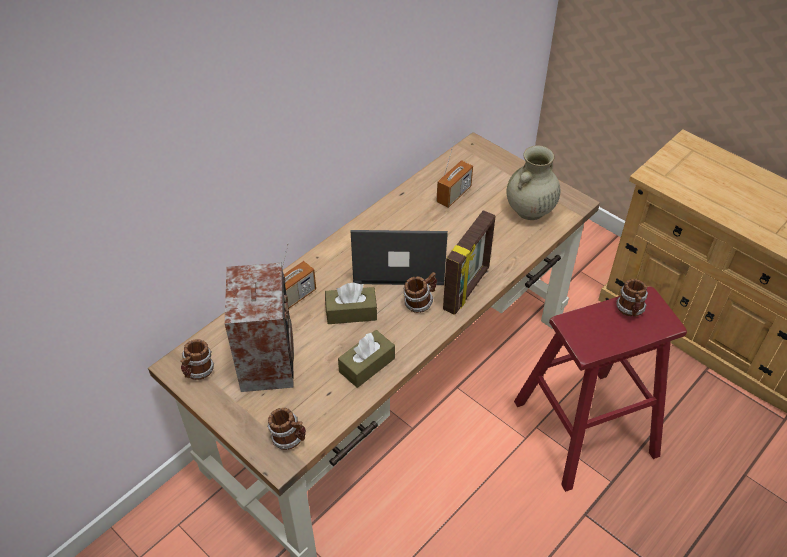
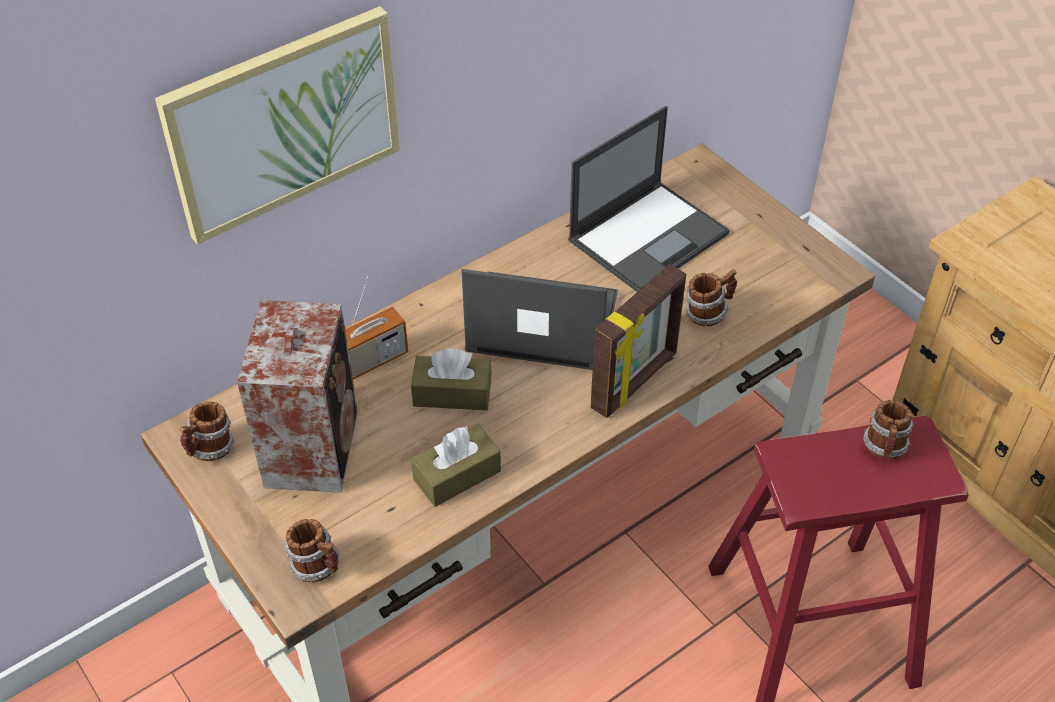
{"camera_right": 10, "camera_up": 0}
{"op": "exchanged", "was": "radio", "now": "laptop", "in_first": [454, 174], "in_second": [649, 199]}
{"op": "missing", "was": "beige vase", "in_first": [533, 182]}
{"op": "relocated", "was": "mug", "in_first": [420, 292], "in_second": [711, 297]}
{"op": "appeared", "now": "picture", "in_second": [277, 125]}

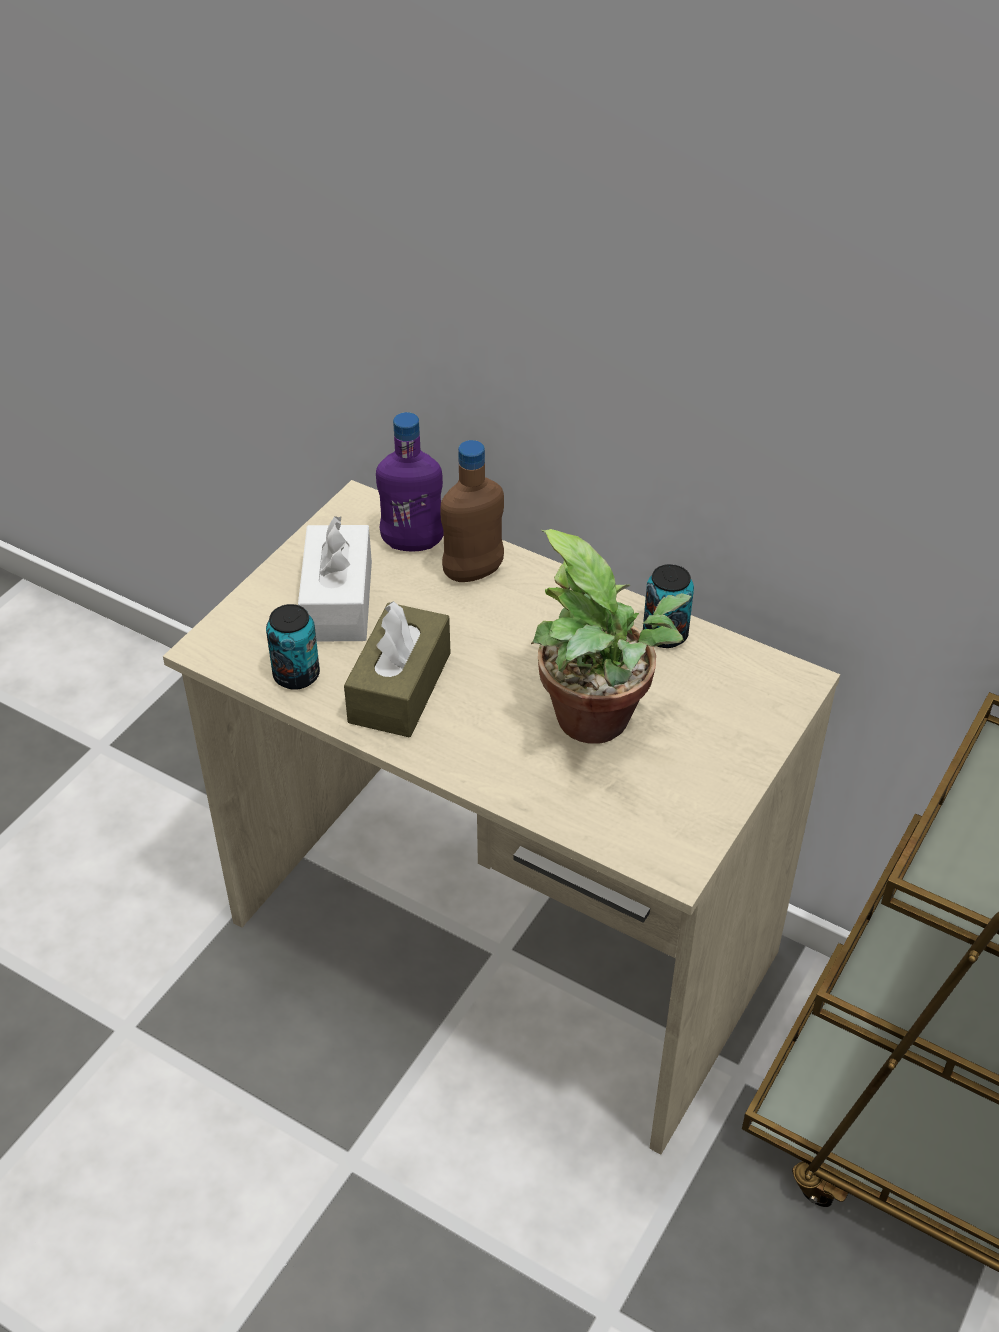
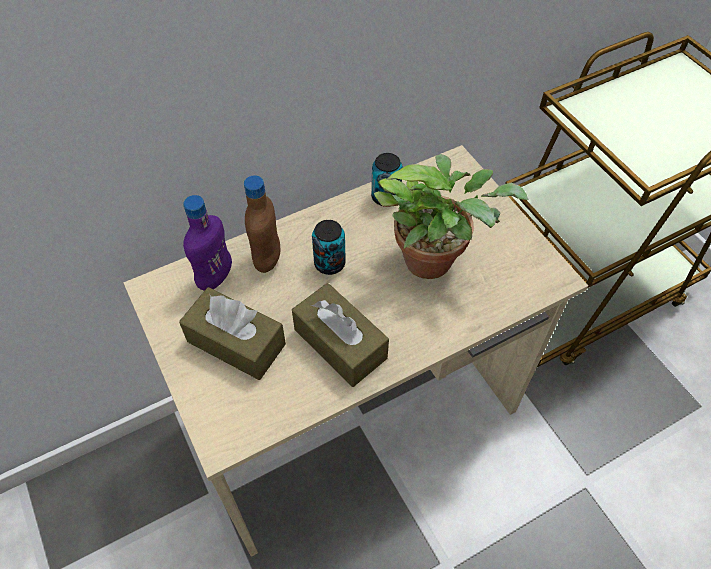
{"camera_right": -60, "camera_up": 10}
{"op": "colour", "was": "white tissue box", "now": "brown tissue box", "in_first": [335, 579], "in_second": [232, 333]}
{"op": "relocated", "was": "can", "in_first": [293, 647], "in_second": [329, 247]}

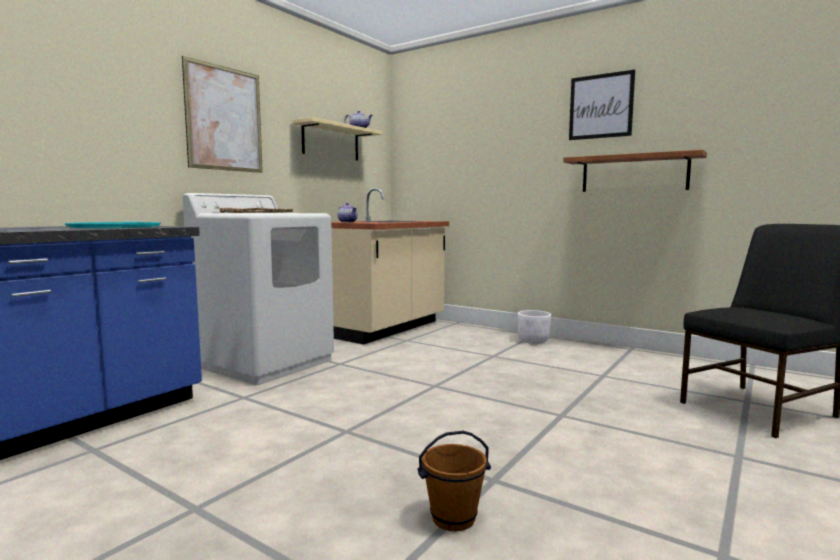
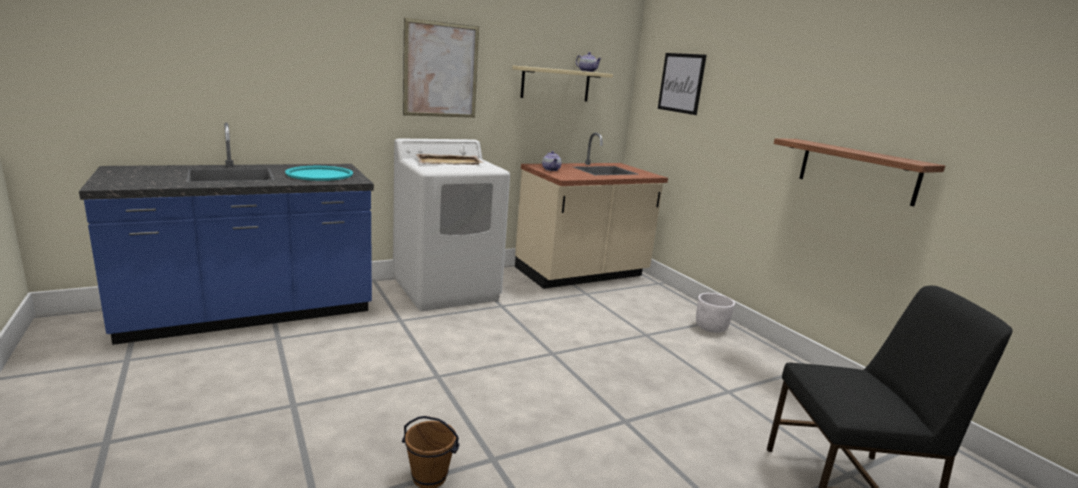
{"camera_right": 25, "camera_up": 10}
{"op": "relocated", "was": "picture", "in_first": [602, 105], "in_second": [682, 84]}

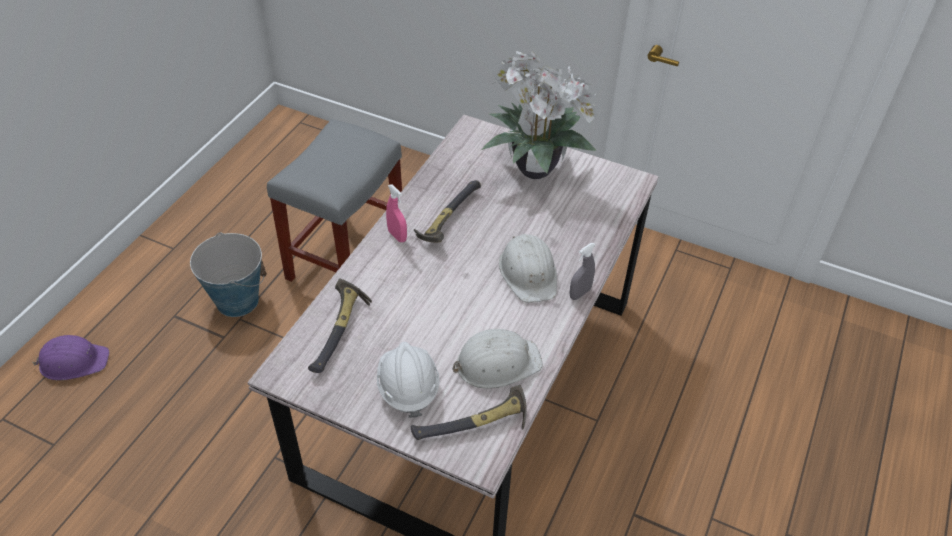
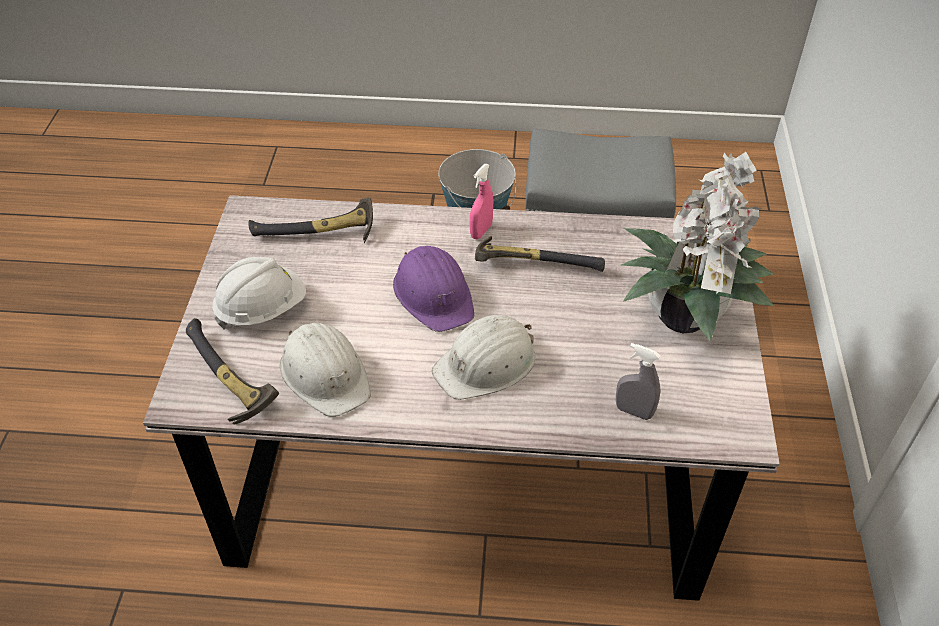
{"camera_right": 70, "camera_up": 0}
{"op": "relocated", "was": "grey spray bottle", "in_first": [583, 271], "in_second": [638, 381]}
{"op": "relocated", "was": "purple hard hat", "in_first": [71, 357], "in_second": [433, 289]}

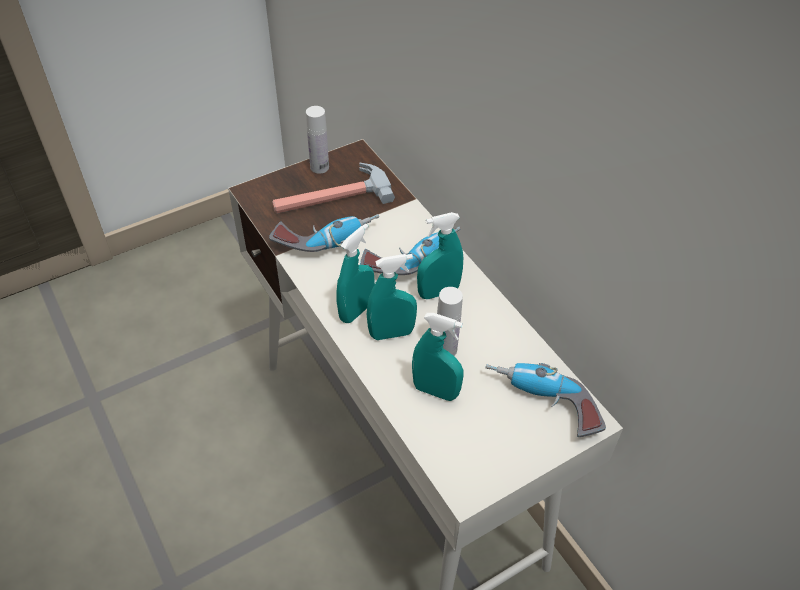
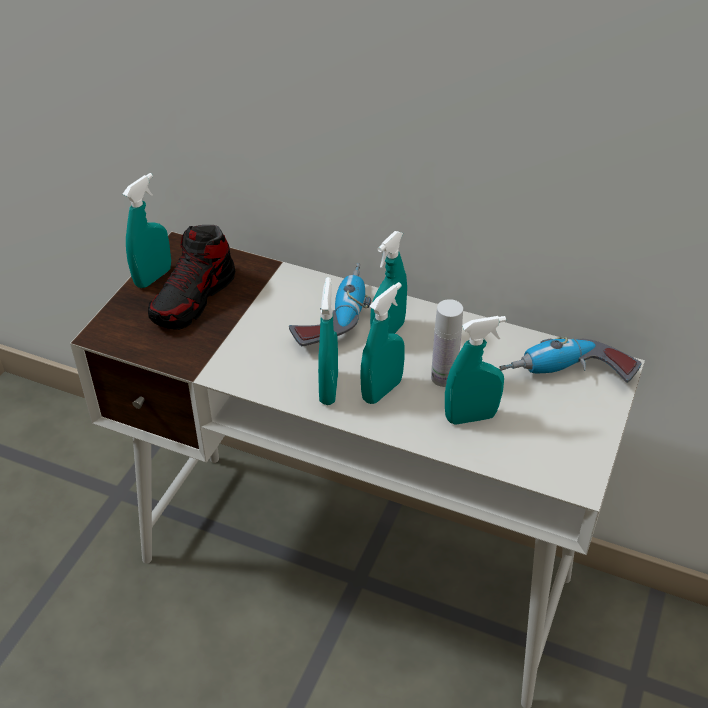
{"camera_right": -35, "camera_up": -5}
{"op": "exchanged", "was": "white bottle", "now": "turquoise spray bottle", "in_first": [317, 140], "in_second": [147, 230]}
{"op": "exchanged", "was": "hammer", "now": "shoe", "in_first": [333, 188], "in_second": [191, 277]}
{"op": "missing", "was": "power drill", "in_first": [324, 233]}

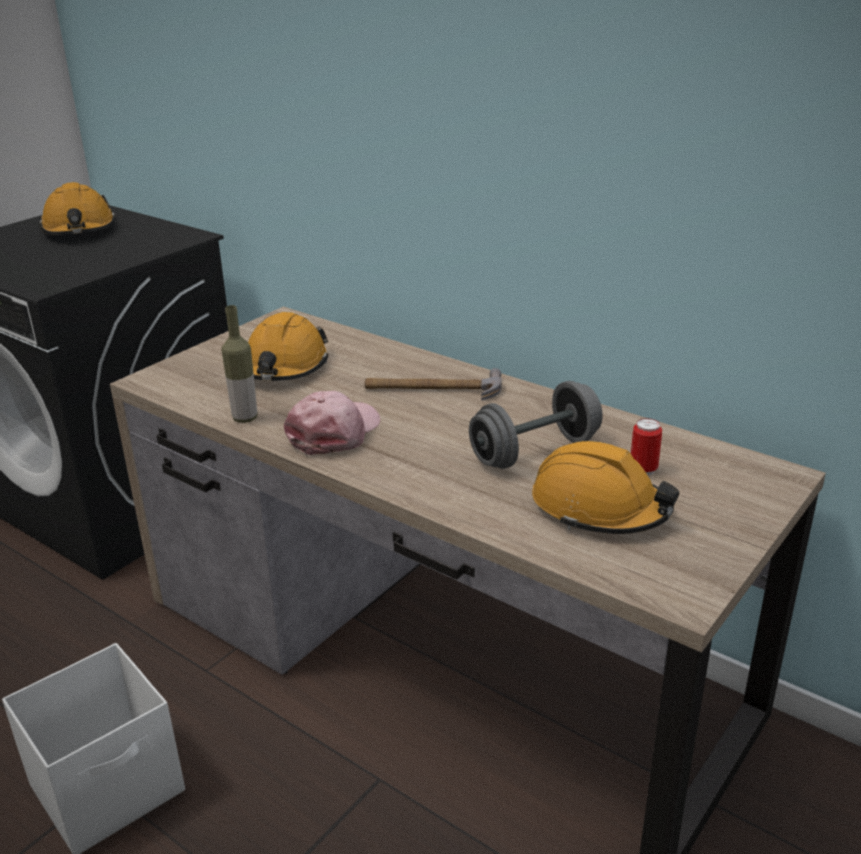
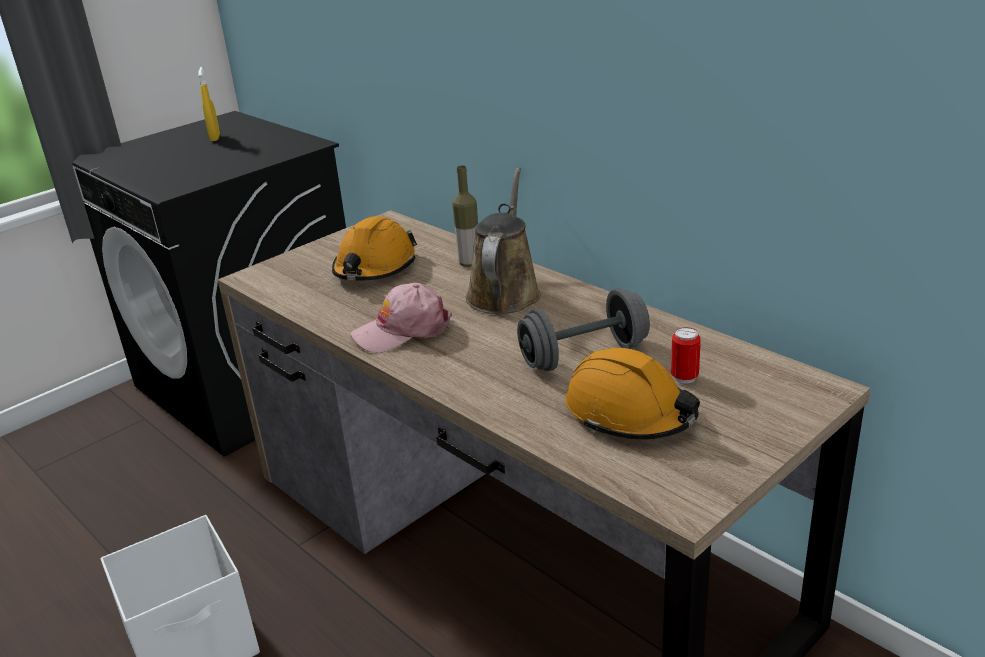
{"camera_right": 10, "camera_up": 0}
{"op": "exchanged", "was": "orange hard hat", "now": "yellow spray bottle", "in_first": [77, 208], "in_second": [209, 104]}
{"op": "relocated", "was": "bottle", "in_first": [239, 364], "in_second": [465, 216]}
{"op": "exchanged", "was": "hammer", "now": "brown watering can", "in_first": [433, 384], "in_second": [503, 240]}
{"op": "spun", "was": "pink cap", "in_first": [332, 423], "in_second": [401, 318], "clockwise": -150}

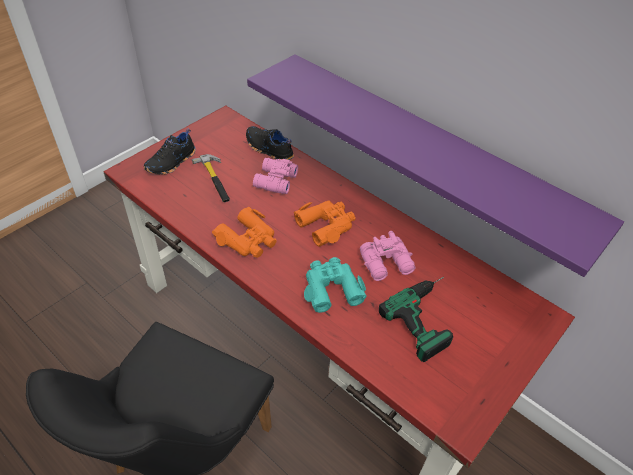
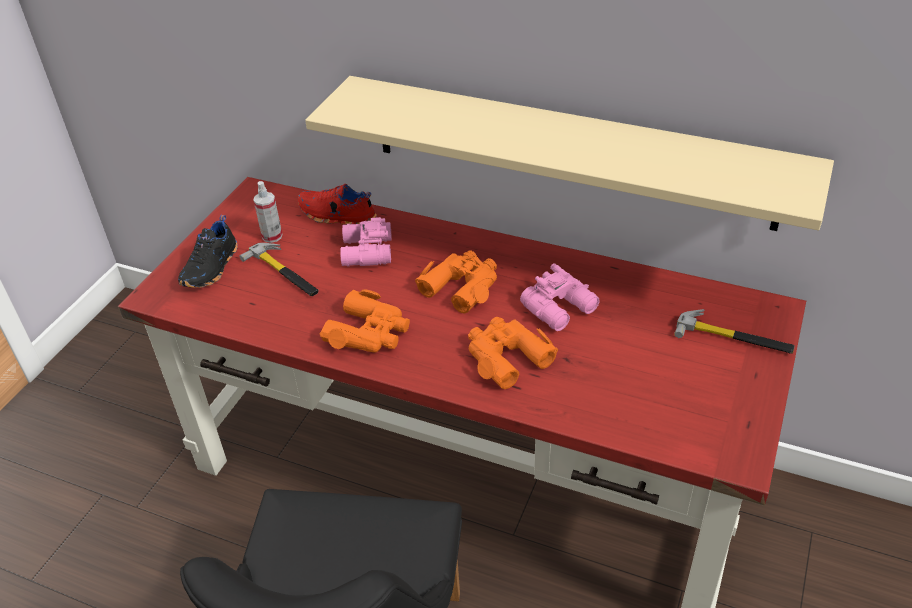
{"camera_right": -15, "camera_up": -5}
{"op": "colour", "was": "purple shelf", "now": "beige shelf", "in_first": [435, 165], "in_second": [569, 153]}
{"op": "colour", "was": "black shoe", "now": "red shoe", "in_first": [270, 143], "in_second": [337, 204]}
{"op": "colour", "was": "turquoise binoculars", "now": "orange binoculars", "in_first": [335, 285], "in_second": [513, 353]}
{"op": "missing", "was": "power drill", "in_first": [416, 319]}
{"op": "appeared", "now": "spray bottle", "in_second": [267, 212]}
{"op": "appeared", "now": "hammer", "in_second": [734, 331]}

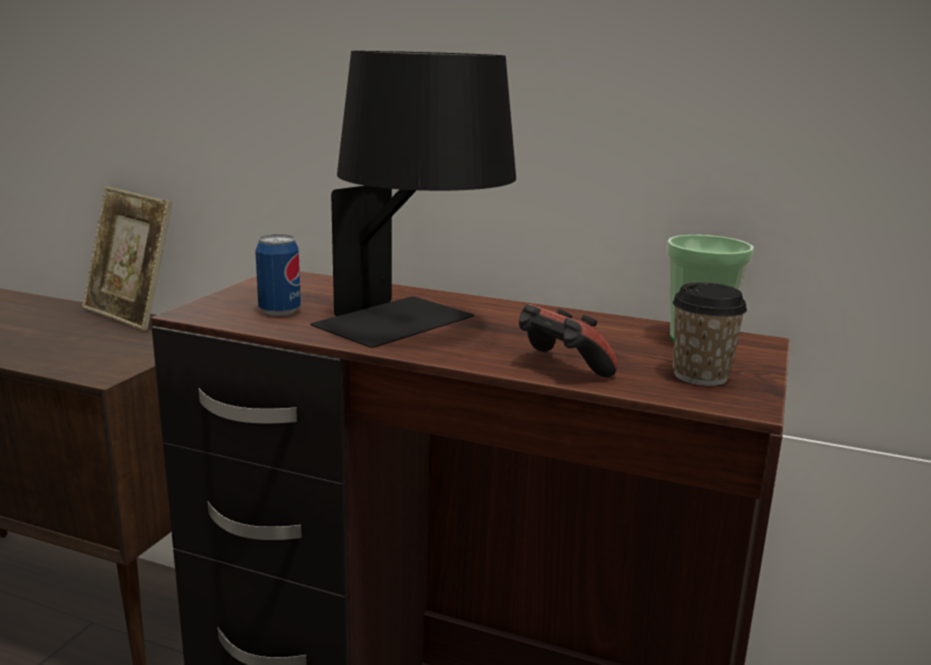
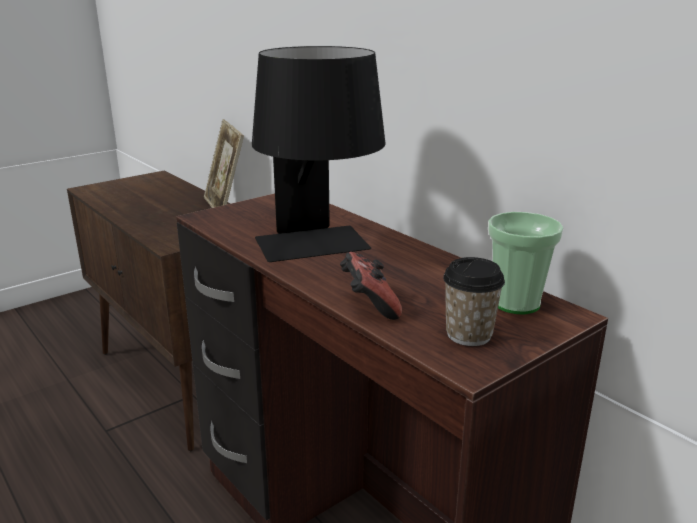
{"camera_right": 30, "camera_up": 5}
{"op": "missing", "was": "can", "in_first": [278, 275]}

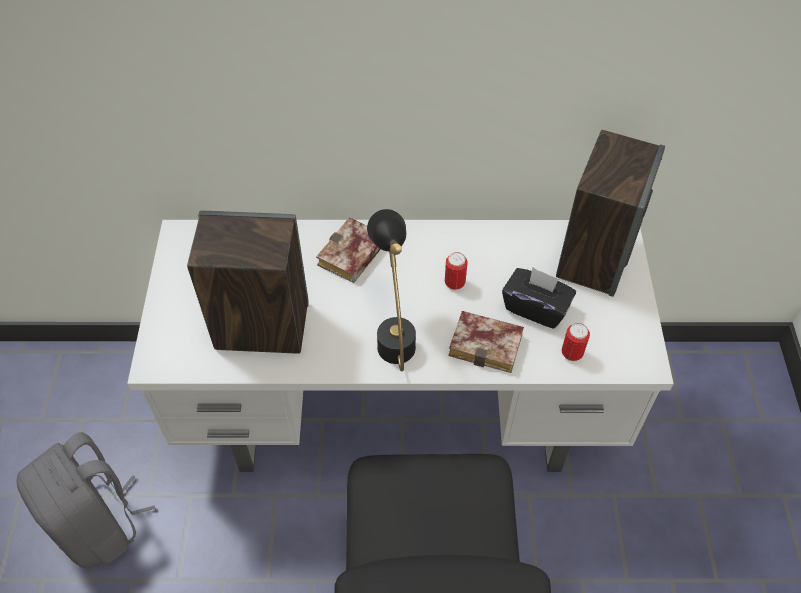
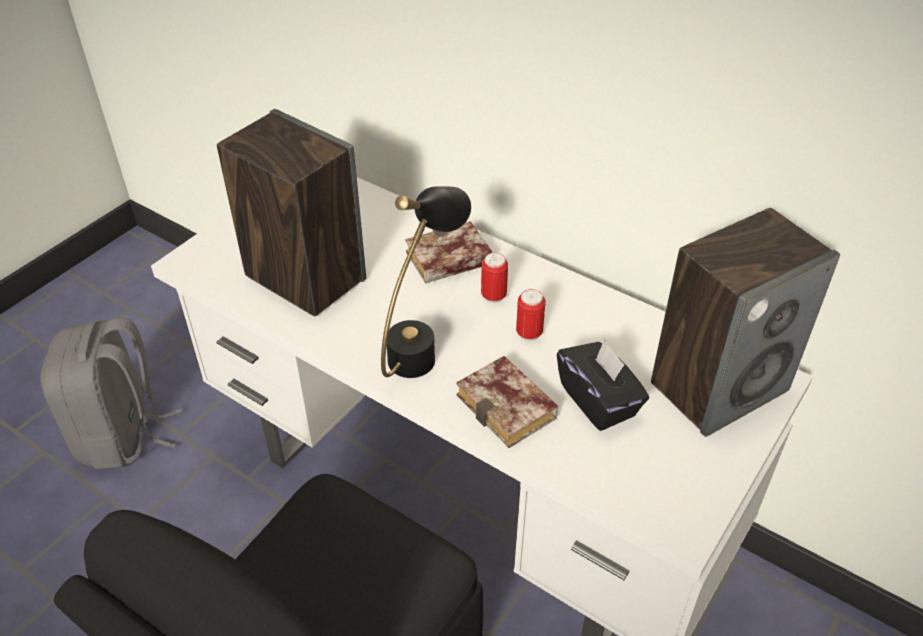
{"camera_right": 35, "camera_up": -10}
{"op": "relocated", "was": "can", "in_first": [576, 342], "in_second": [494, 278]}

